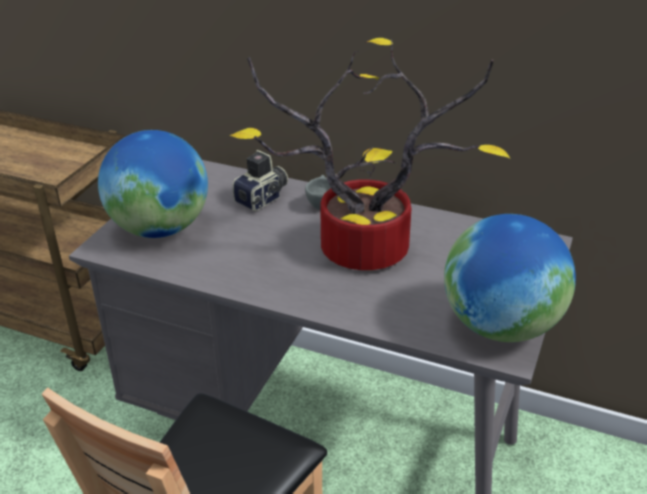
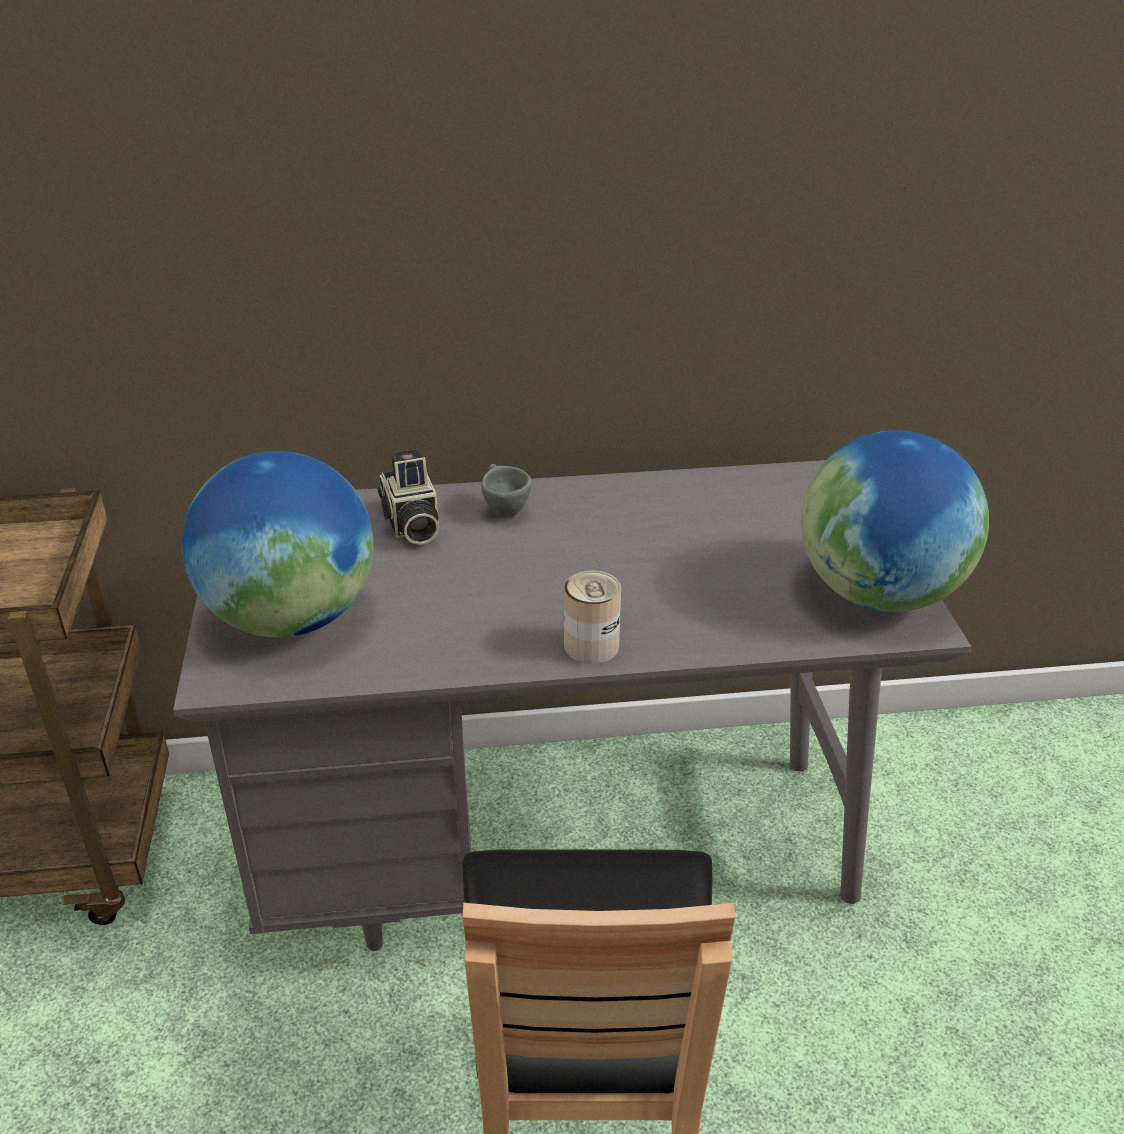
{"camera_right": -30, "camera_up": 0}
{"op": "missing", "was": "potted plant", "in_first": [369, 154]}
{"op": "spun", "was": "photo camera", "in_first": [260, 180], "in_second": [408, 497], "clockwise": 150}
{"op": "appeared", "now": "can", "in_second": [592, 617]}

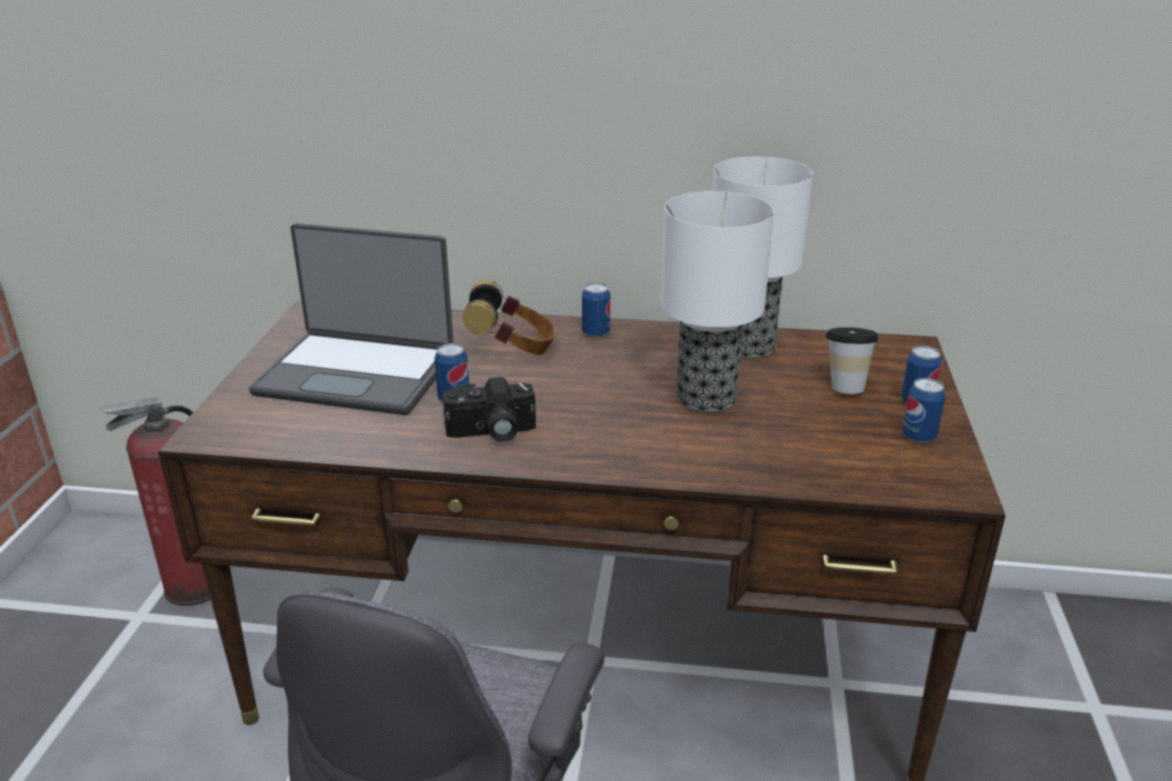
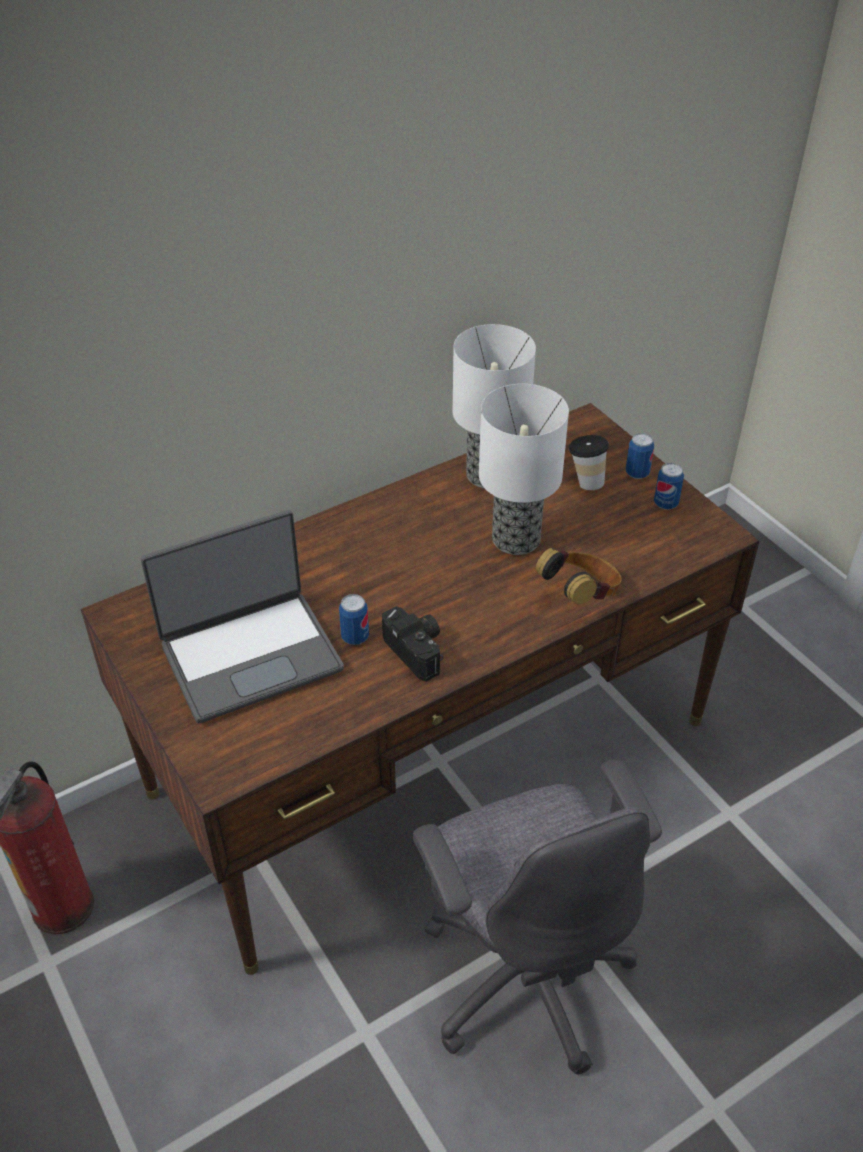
{"camera_right": -40, "camera_up": 15}
{"op": "relocated", "was": "headphones", "in_first": [509, 317], "in_second": [578, 576]}
{"op": "missing", "was": "can", "in_first": [596, 310]}
{"op": "spun", "was": "photo camera", "in_first": [489, 409], "in_second": [412, 644], "clockwise": -75}

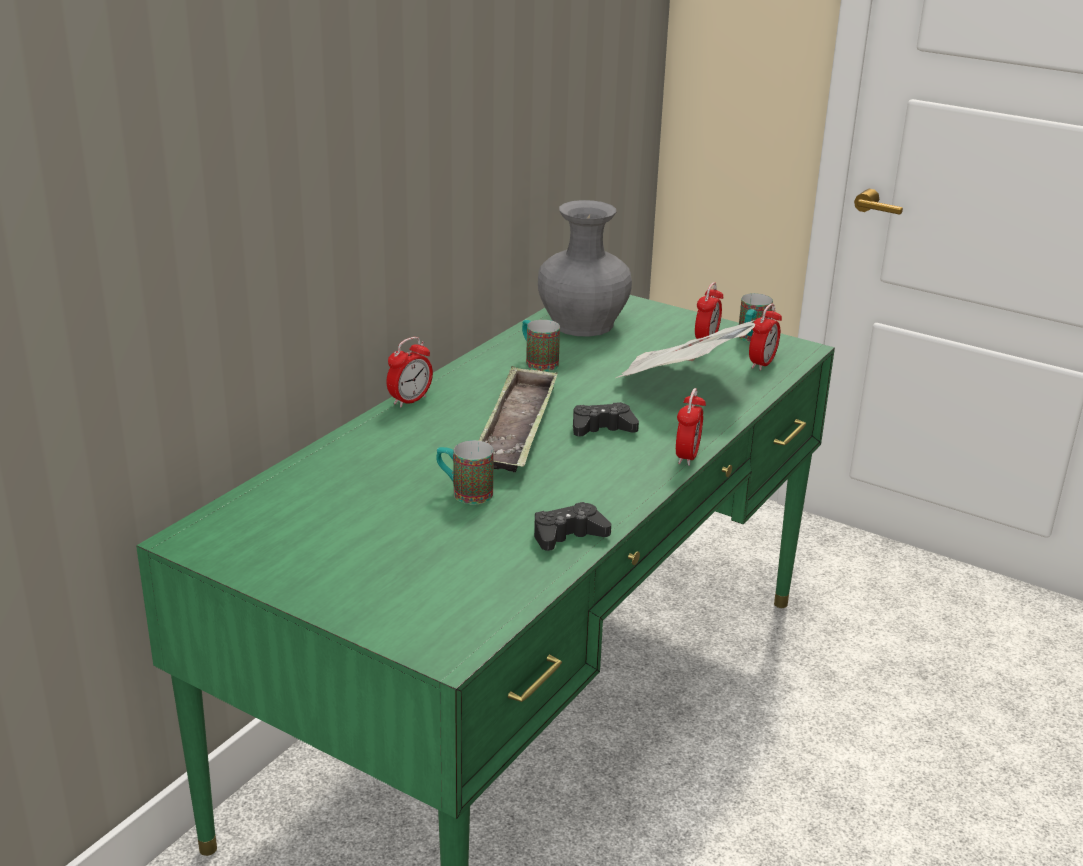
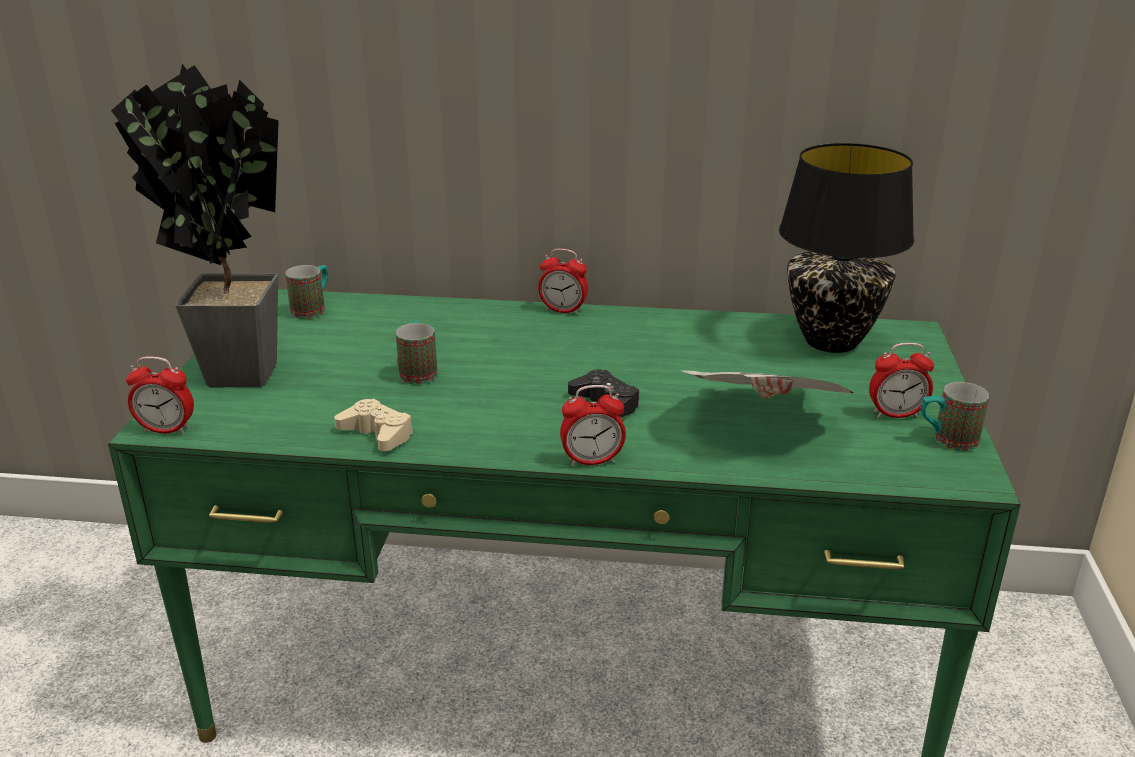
{"camera_right": 65, "camera_up": 0}
{"op": "exchanged", "was": "grey vase", "now": "black table lamp", "in_first": [585, 268], "in_second": [846, 248]}
{"op": "relocated", "was": "alarm clock", "in_first": [765, 337], "in_second": [160, 395]}
{"op": "relocated", "was": "mug", "in_first": [541, 345], "in_second": [306, 292]}
{"op": "missing", "was": "tray", "in_first": [518, 419]}
{"op": "colour", "was": "black game controller", "now": "beige game controller", "in_first": [572, 526], "in_second": [373, 425]}
{"op": "appeared", "now": "potted plant", "in_second": [195, 225]}

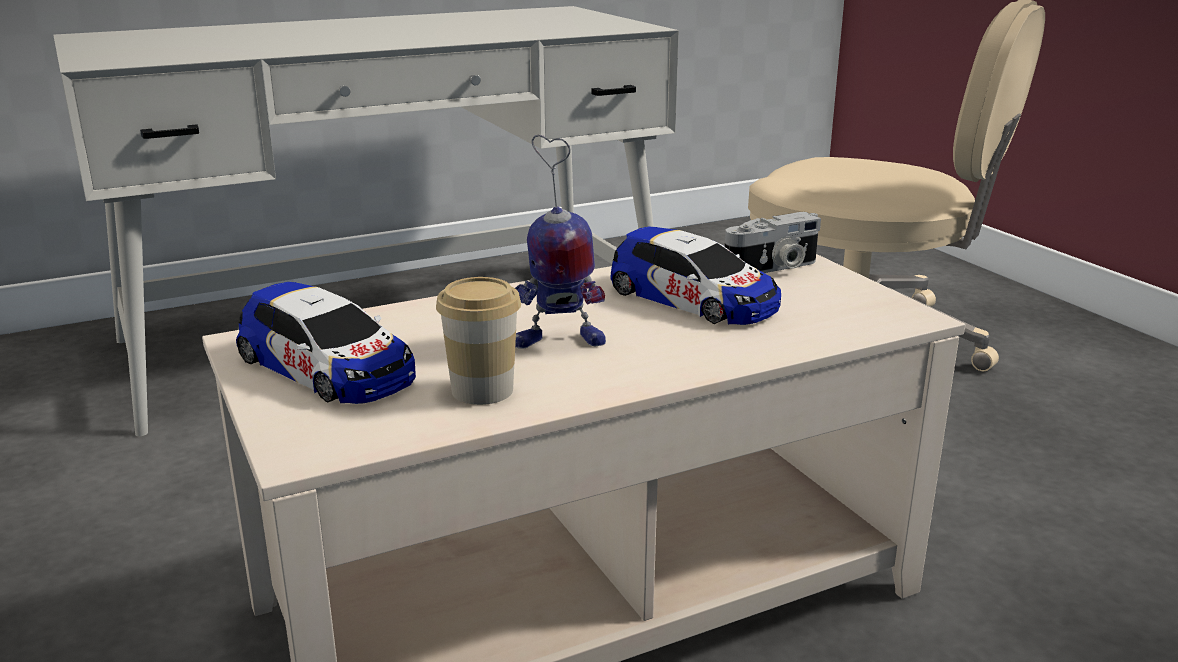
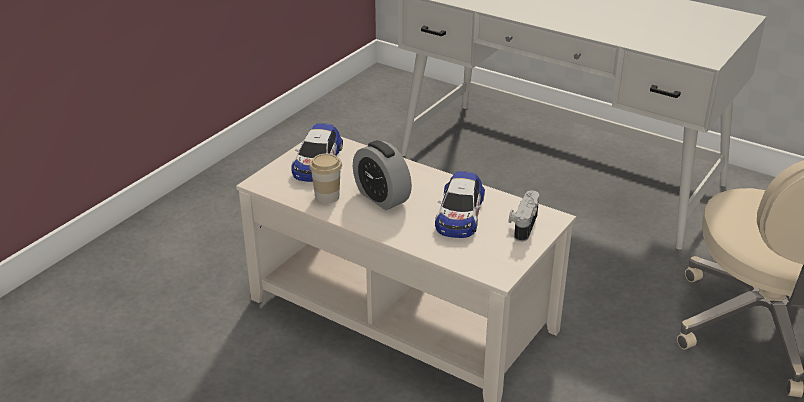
{"camera_right": 60, "camera_up": 10}
{"op": "exchanged", "was": "toy robot", "now": "alarm clock", "in_first": [560, 242], "in_second": [382, 175]}
{"op": "spun", "was": "photo camera", "in_first": [773, 242], "in_second": [524, 216], "clockwise": 75}

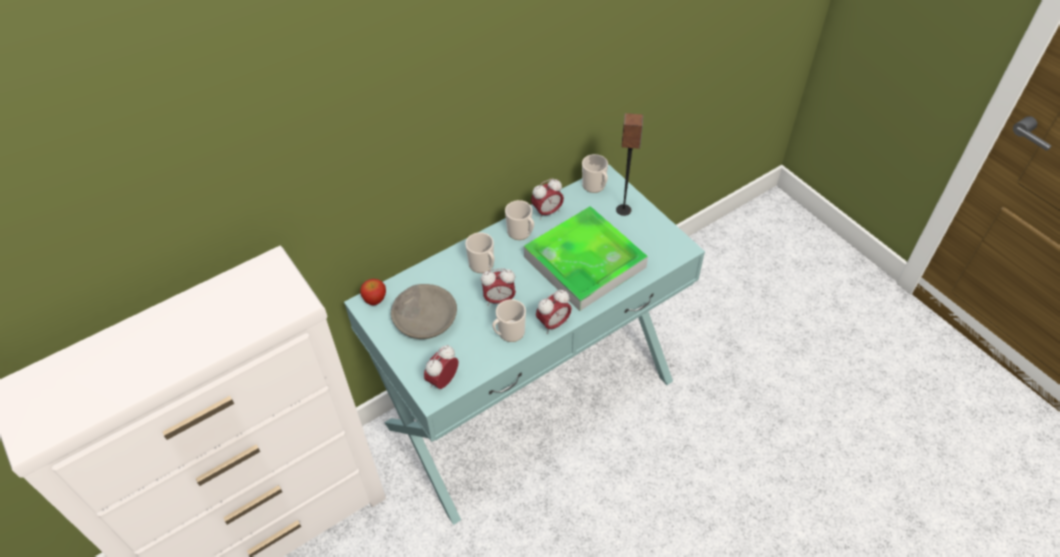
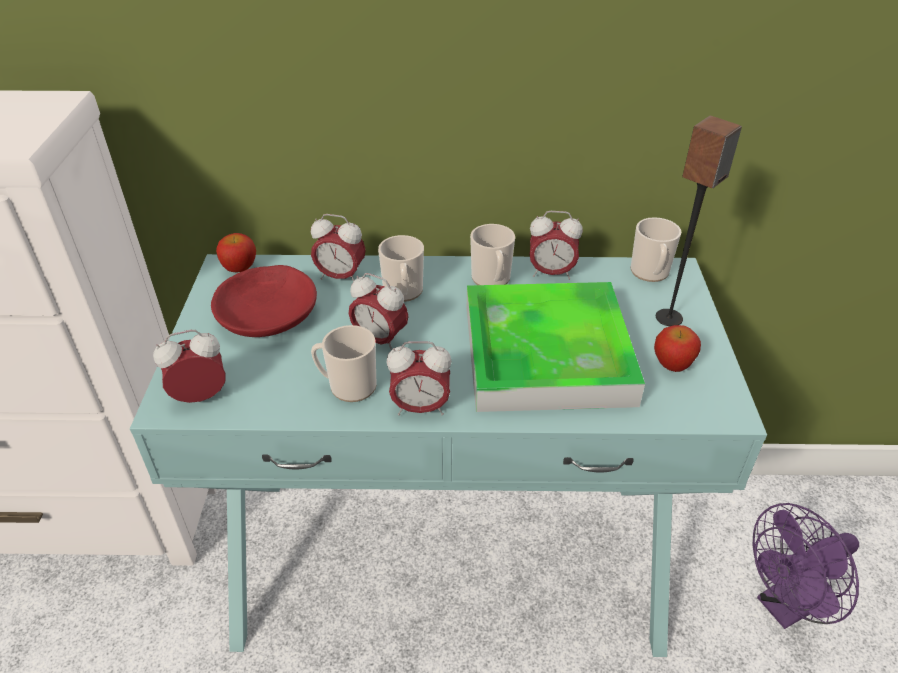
{"camera_right": 35, "camera_up": -10}
{"op": "colour", "was": "grey bowl", "now": "red bowl", "in_first": [424, 311], "in_second": [264, 301]}
{"op": "appeared", "now": "alarm clock", "in_second": [338, 247]}
{"op": "appeared", "now": "apple", "in_second": [677, 348]}
{"op": "appeared", "now": "purple fan", "in_second": [806, 566]}

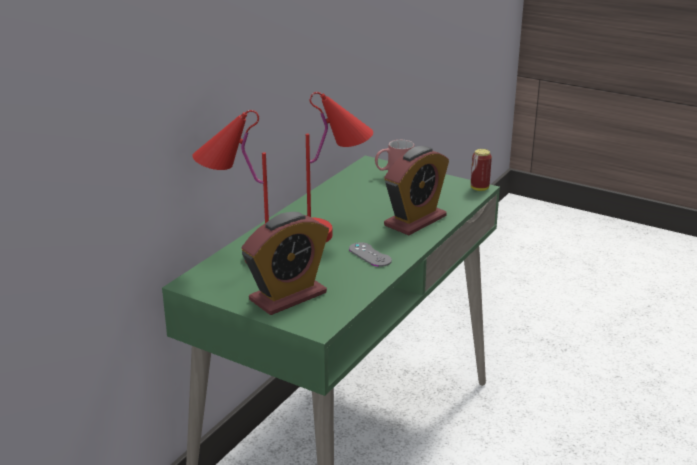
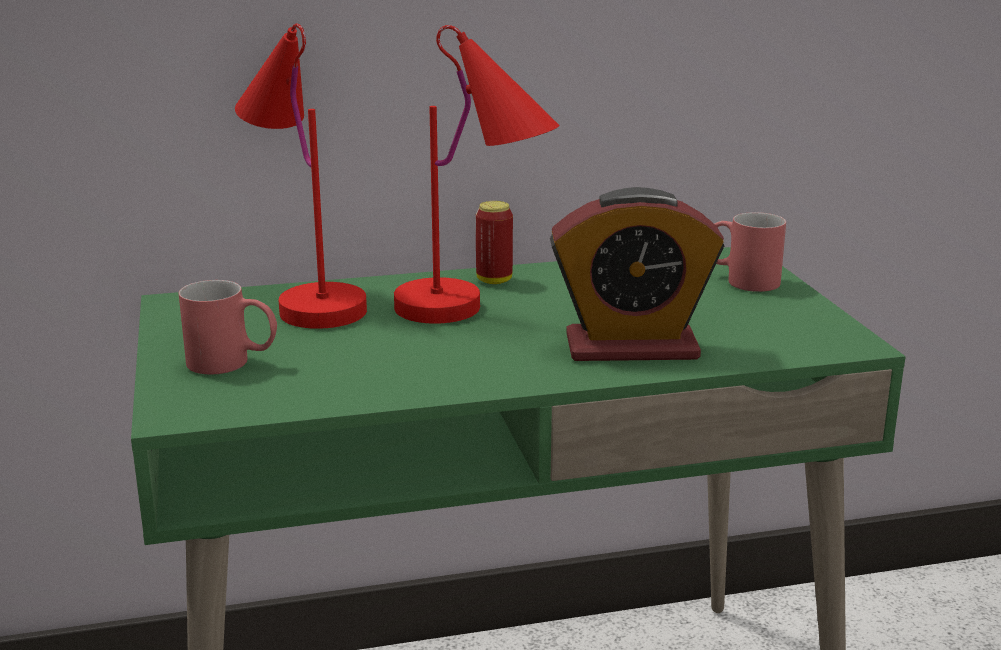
{"camera_right": 45, "camera_up": -5}
{"op": "relocated", "was": "can", "in_first": [481, 170], "in_second": [494, 242]}
{"op": "exchanged", "was": "alarm clock", "now": "red mug", "in_first": [285, 263], "in_second": [228, 327]}
{"op": "missing", "was": "grey game controller", "in_first": [370, 254]}

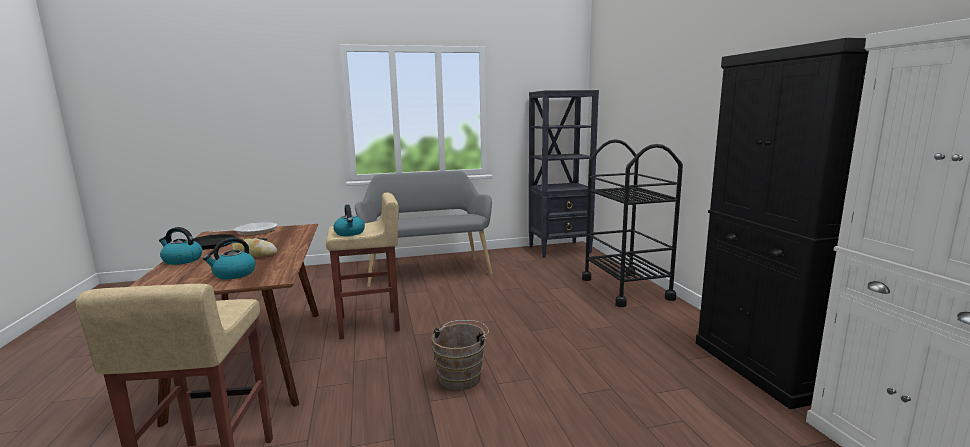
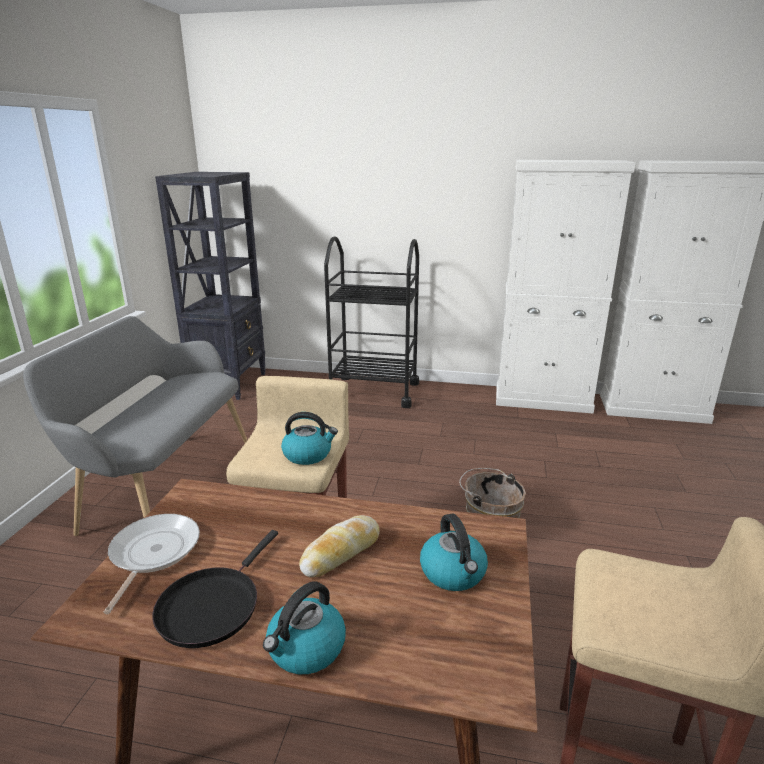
{"camera_right": -65, "camera_up": 10}
{"op": "colour", "was": "black cabinet", "now": "white cabinet", "in_first": [782, 223], "in_second": [566, 287]}

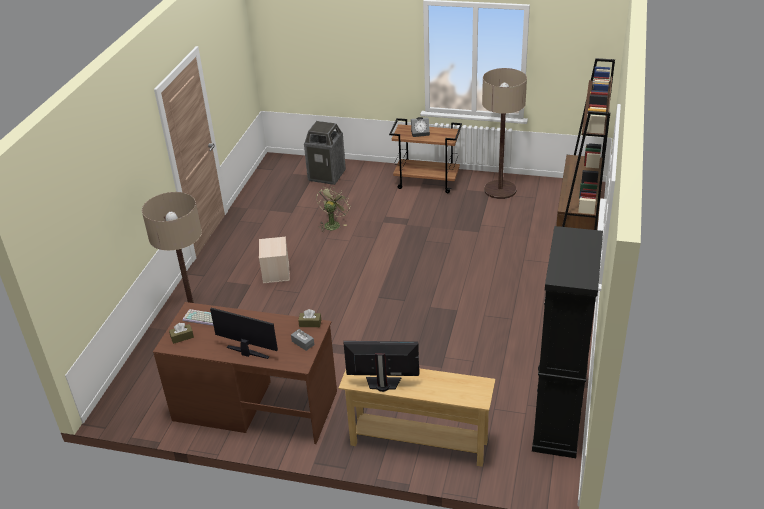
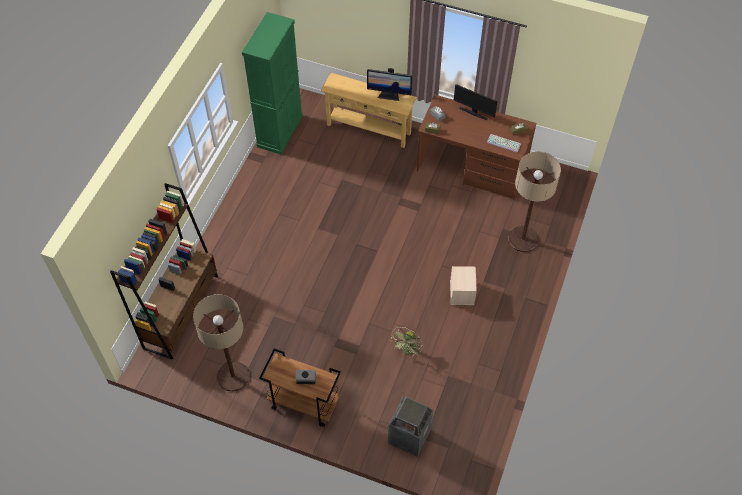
{"camera_right": -175, "camera_up": 20}
{"op": "colour", "was": "black cabinet", "now": "green cabinet", "in_first": [567, 342], "in_second": [272, 83]}

